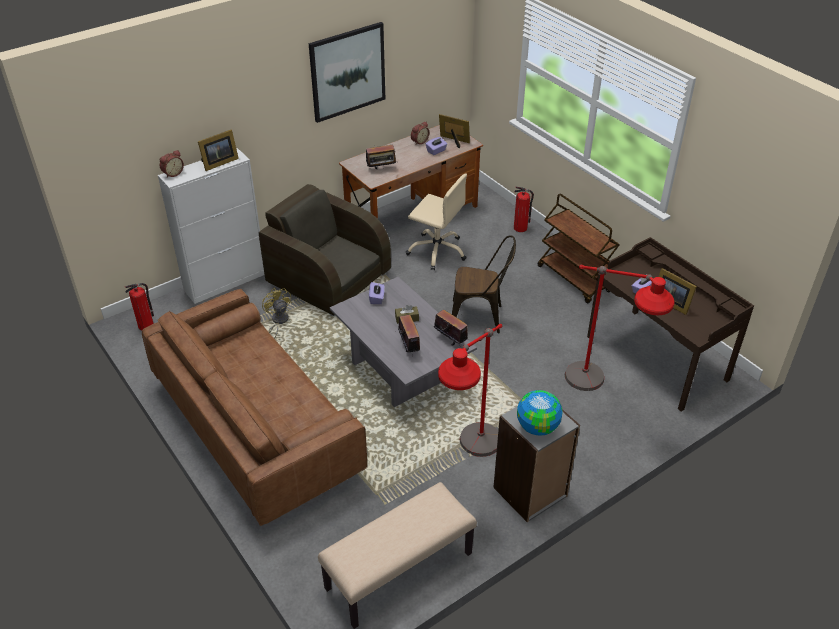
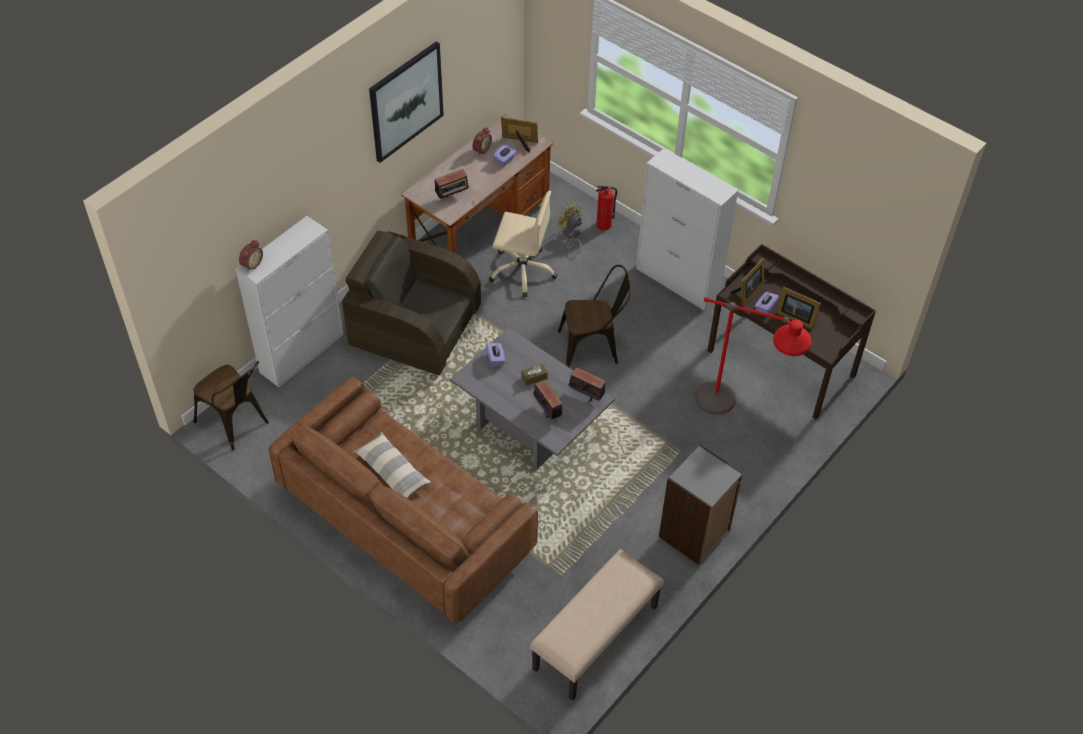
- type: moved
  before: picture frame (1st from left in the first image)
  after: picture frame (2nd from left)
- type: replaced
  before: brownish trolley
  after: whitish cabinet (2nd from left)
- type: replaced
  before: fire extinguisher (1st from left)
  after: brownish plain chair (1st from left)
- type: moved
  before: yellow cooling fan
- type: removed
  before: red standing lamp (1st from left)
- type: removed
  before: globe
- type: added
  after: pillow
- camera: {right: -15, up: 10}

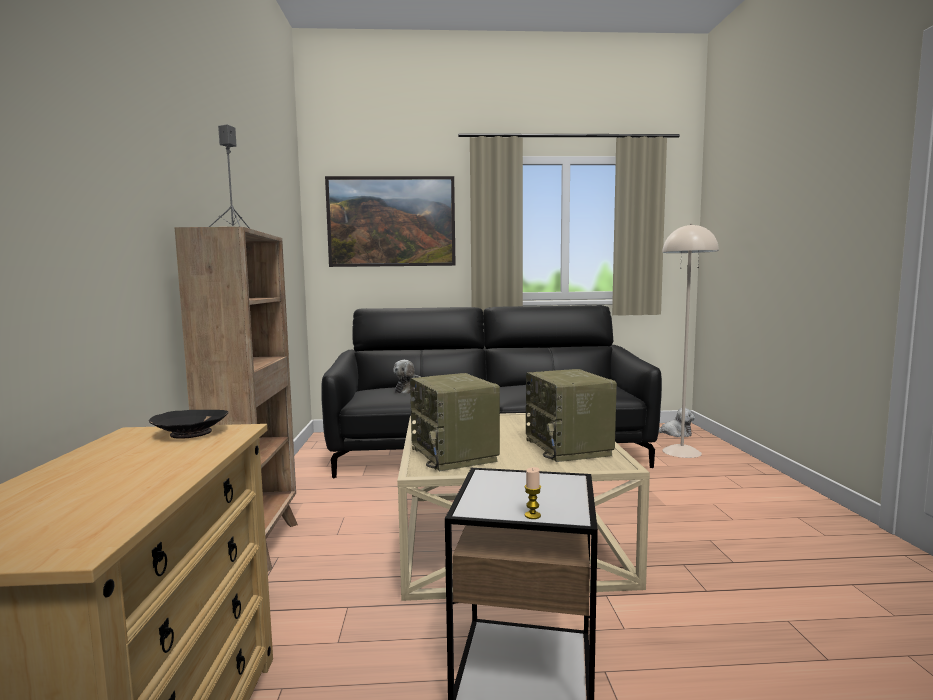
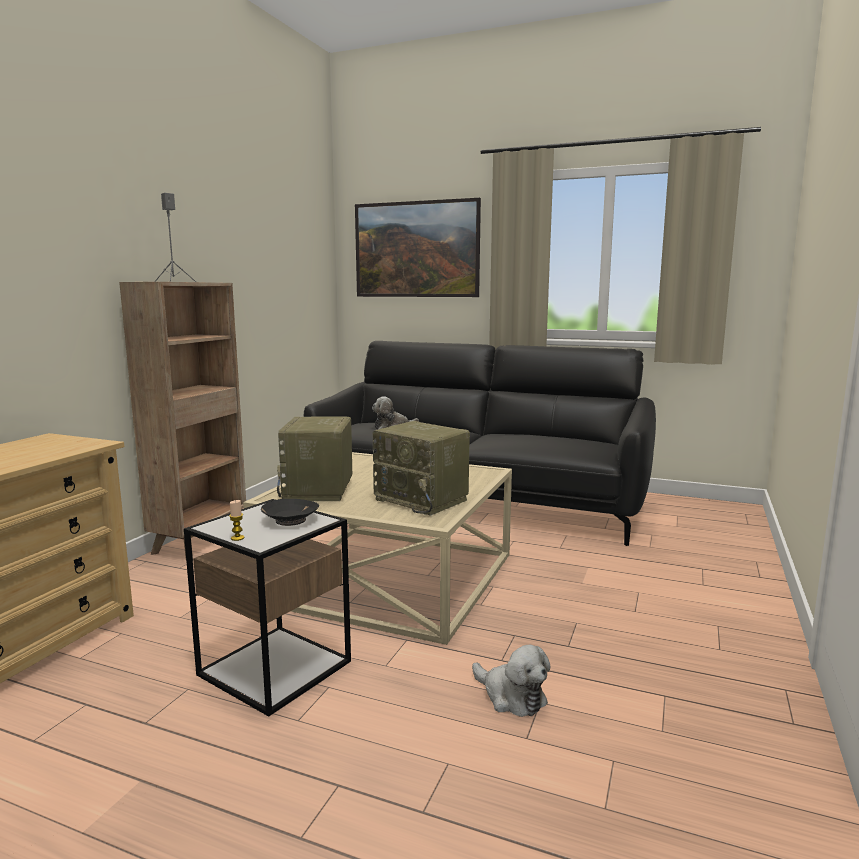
- type: removed
  before: beige-coloured standing lamp
- type: turned
  before: radio receiver (2nd from left)
  turn: -60
- type: moved
  before: plush toy (2nd from left)
- type: moved
  before: black-coloured deep dish
- camera: {right: 25, up: 5}

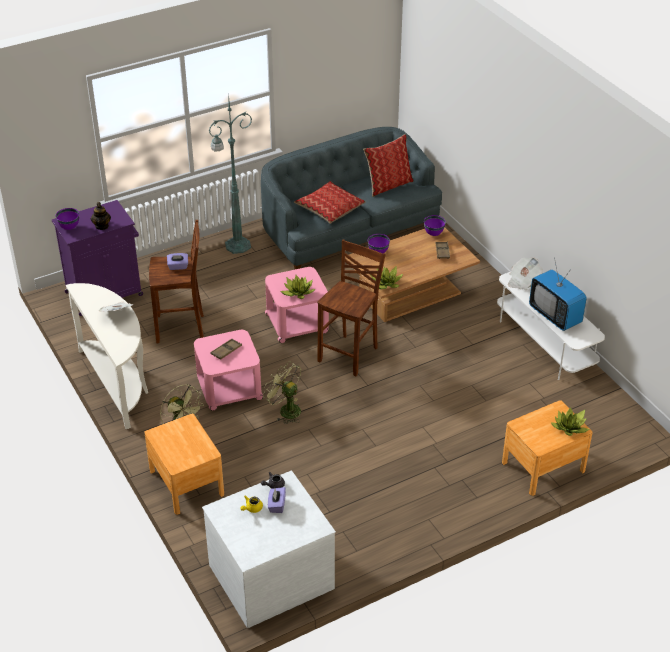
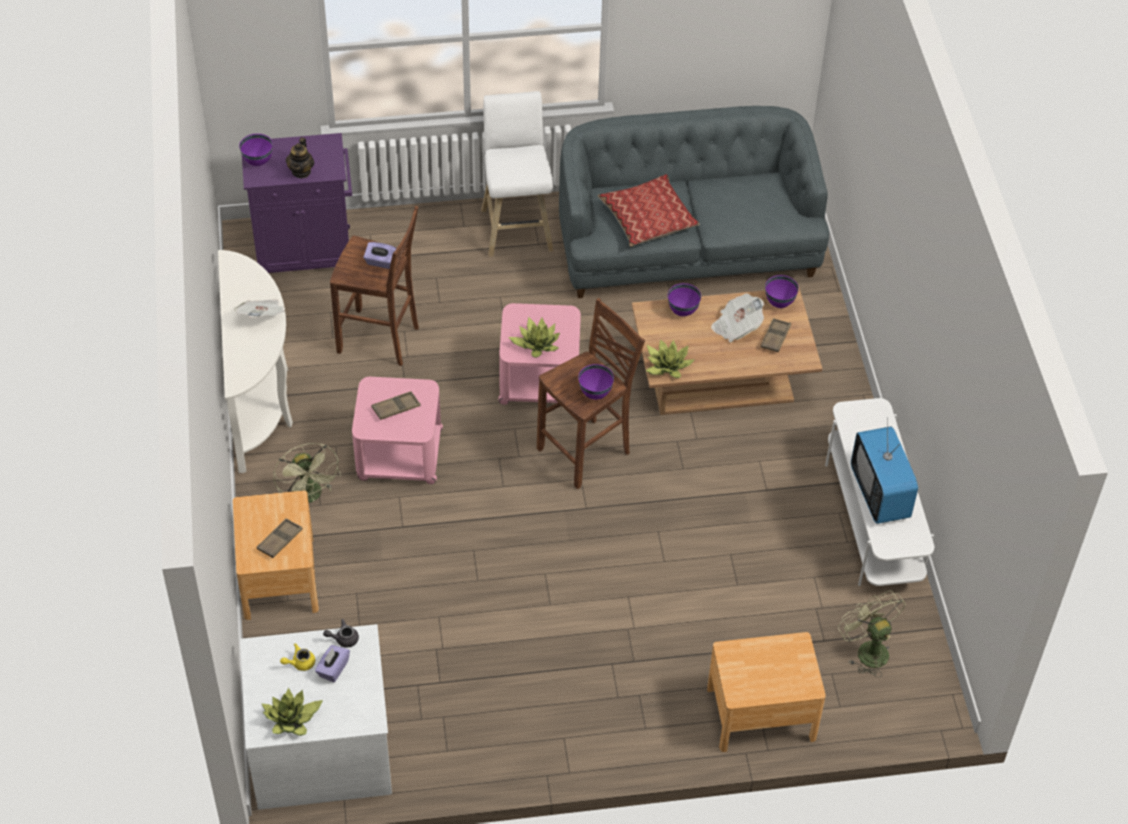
- type: replaced
  before: green-coloured standing lamp
  after: whitish sitting stool
- type: removed
  before: pillow (2nd from left)
- type: moved
  before: daily paper (2nd from left)
- type: moved
  before: green-coloured cooling fan (2nd from left)
- type: moved
  before: plant in a pot (3rd from left in the first image)
  after: plant in a pot (1st from left)
- type: added
  after: purple-coloured deep dish (2nd from left)
- type: added
  after: brownish serving tray (1st from left)
- camera: {right: 20, up: 10}

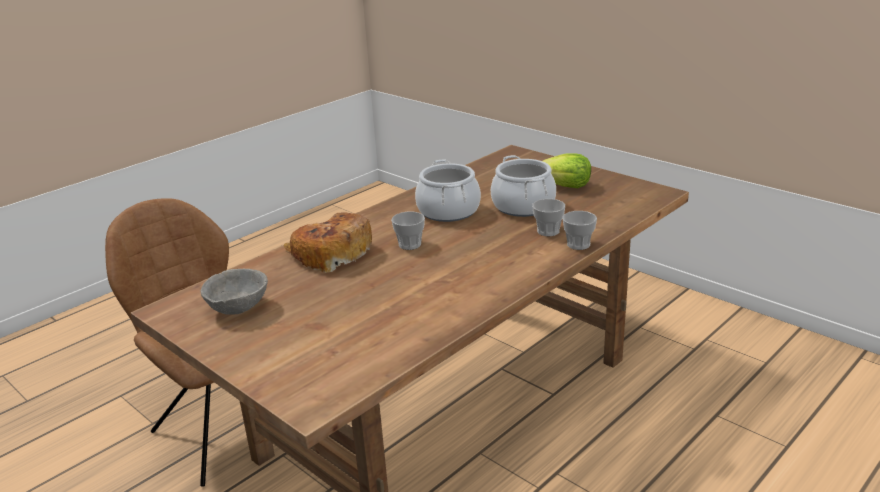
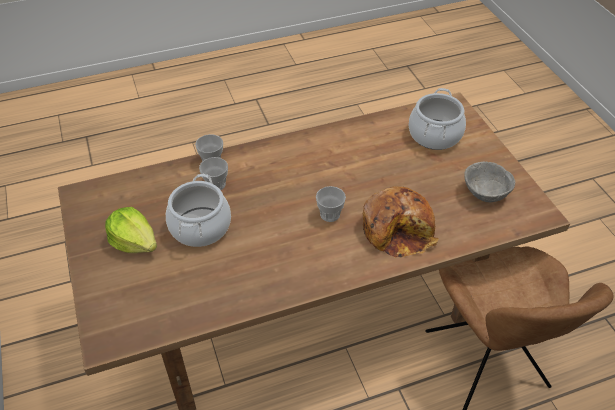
- type: moved
  before: stockpot (1st from left in the first image)
  after: stockpot (2nd from left)
- camera: {right: -155, up: 20}

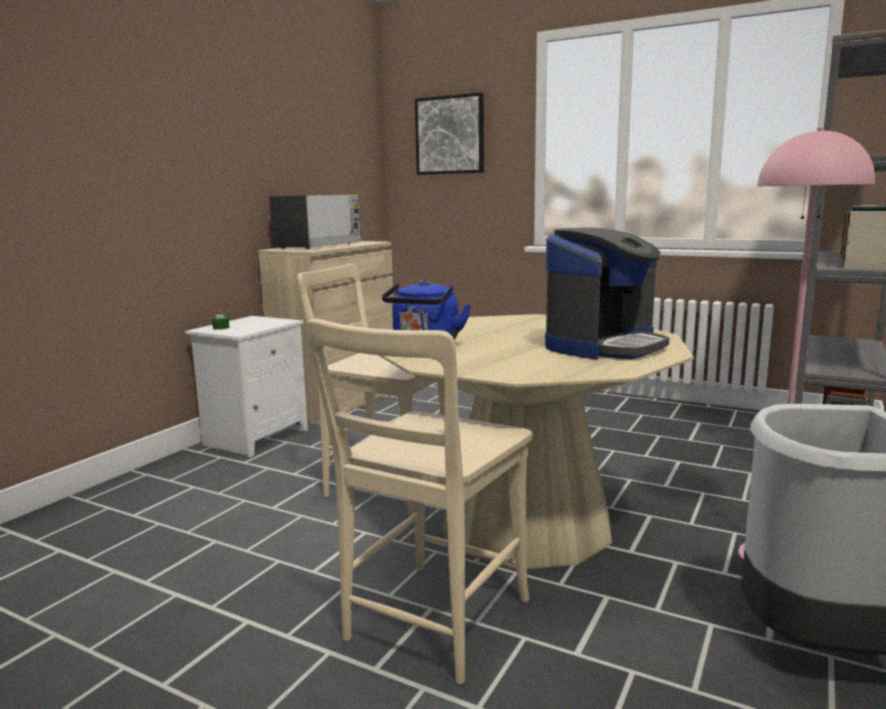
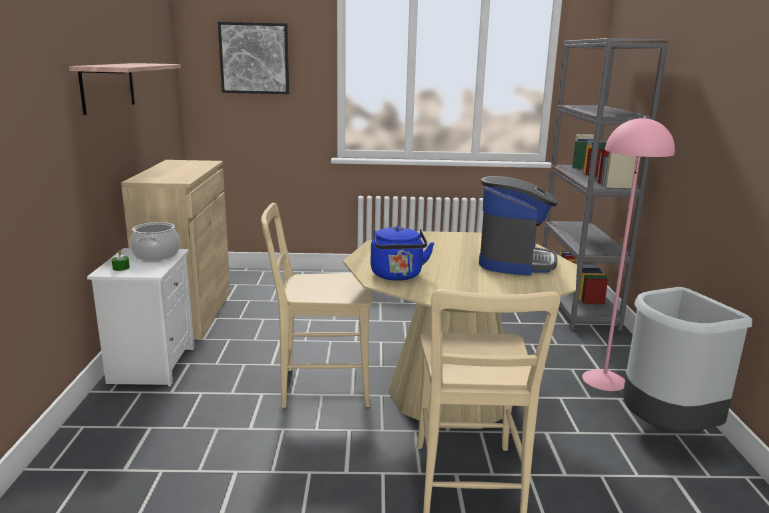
- type: removed
  before: microwave oven
- type: added
  after: wall shelf
- type: added
  after: stockpot
- camera: {right: -30, up: 5}

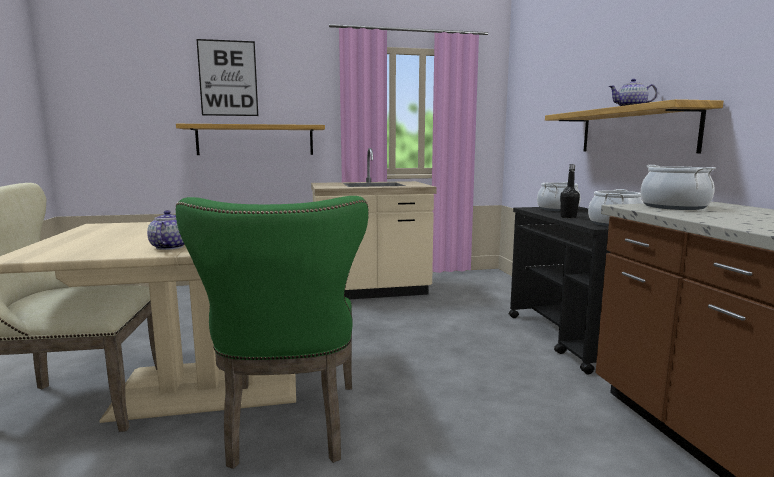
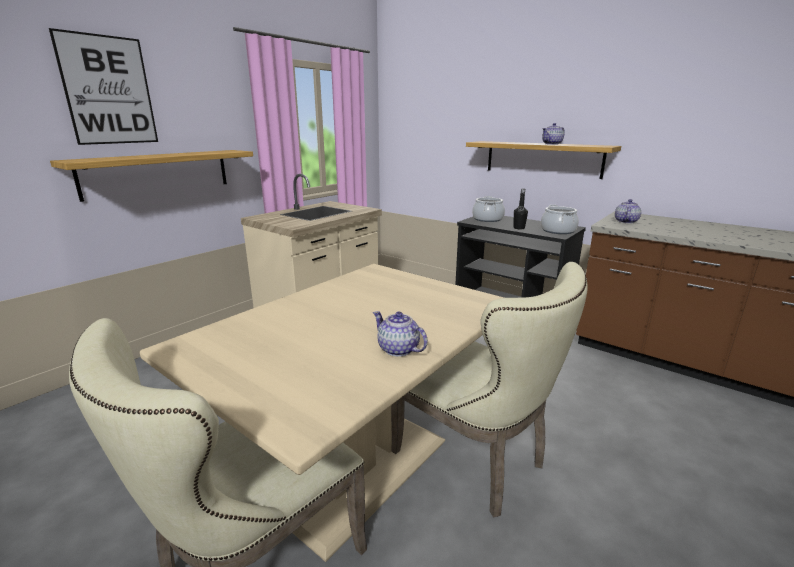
- type: replaced
  before: stockpot (3rd from left)
  after: pot for tea (3rd from left)
- type: recoloured
  before: green-coloured plain chair
  after: beige-coloured plain chair (2nd from left)
- camera: {right: -40, up: 10}

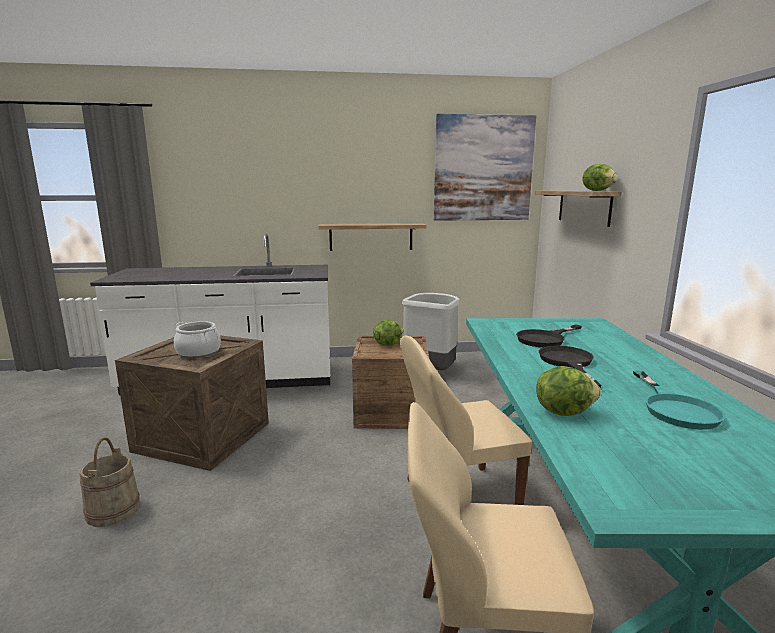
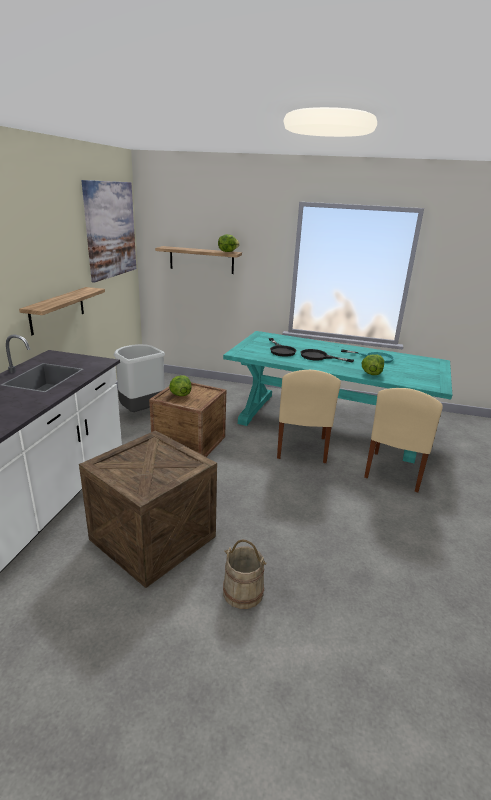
- type: removed
  before: stockpot
- camera: {right: -70, up: 10}

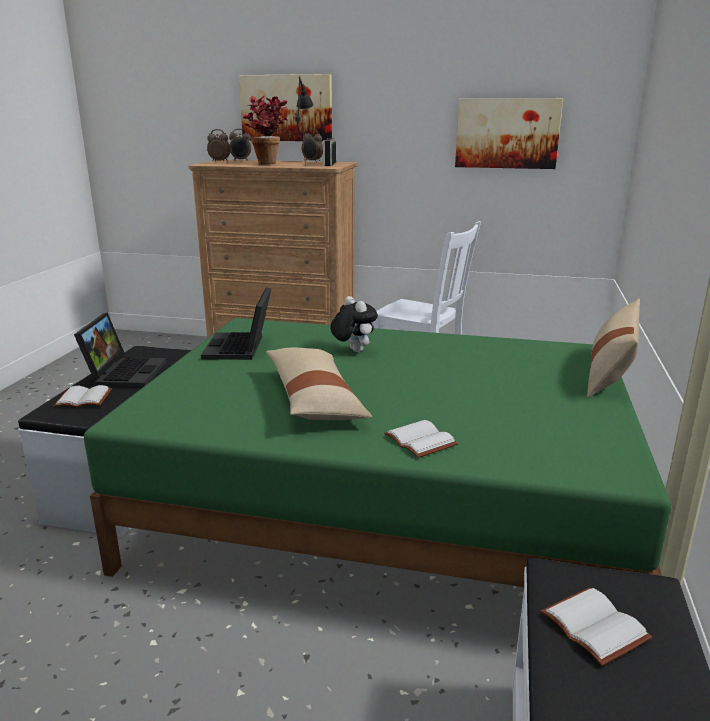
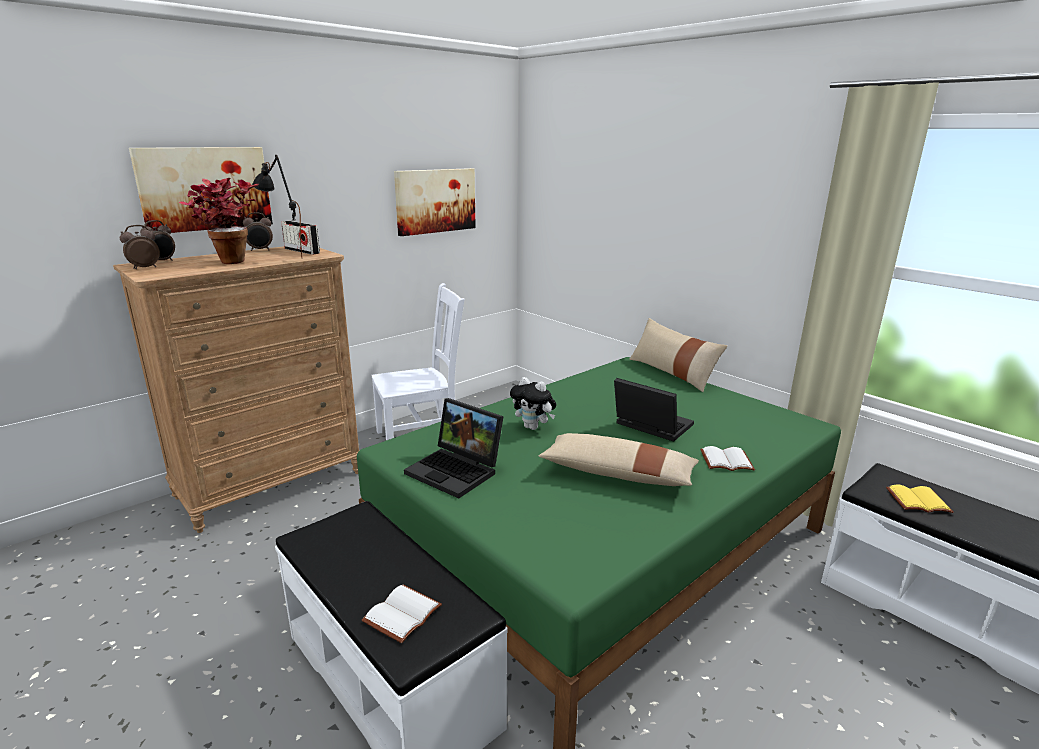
- type: turned
  before: plush toy
  turn: -150
- type: moved
  before: portable computer (1st from left in the first image)
  after: portable computer (2nd from left)
- type: recoloured
  before: whitish bound book (3rd from left)
  after: yellow bound book
- camera: {right: -55, up: 0}

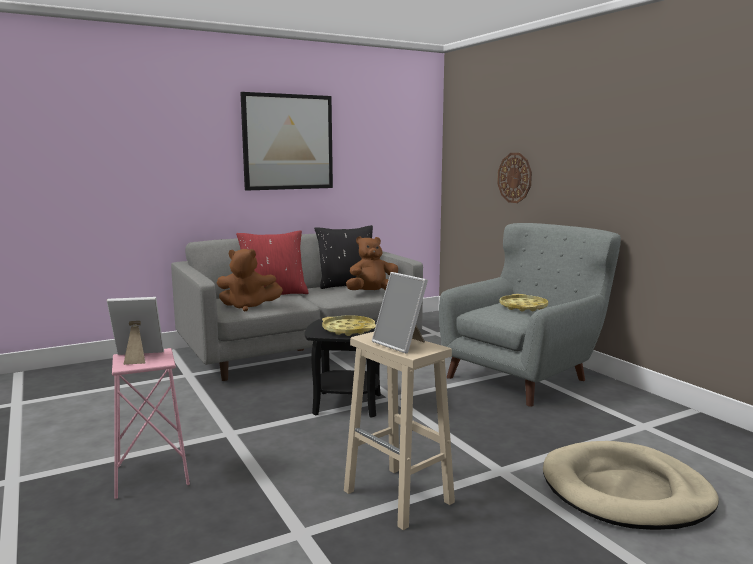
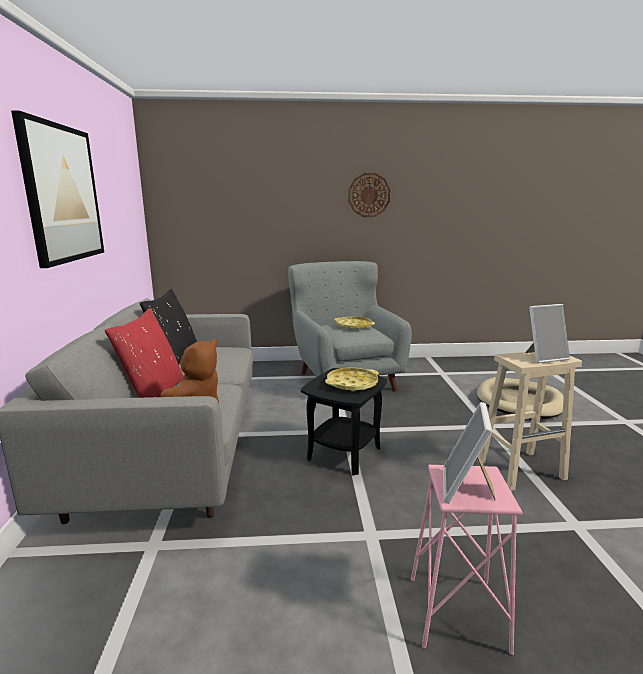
- type: moved
  before: hanging clock
- type: removed
  before: brownish plush toy (2nd from left)
- camera: {right: -65, up: 5}

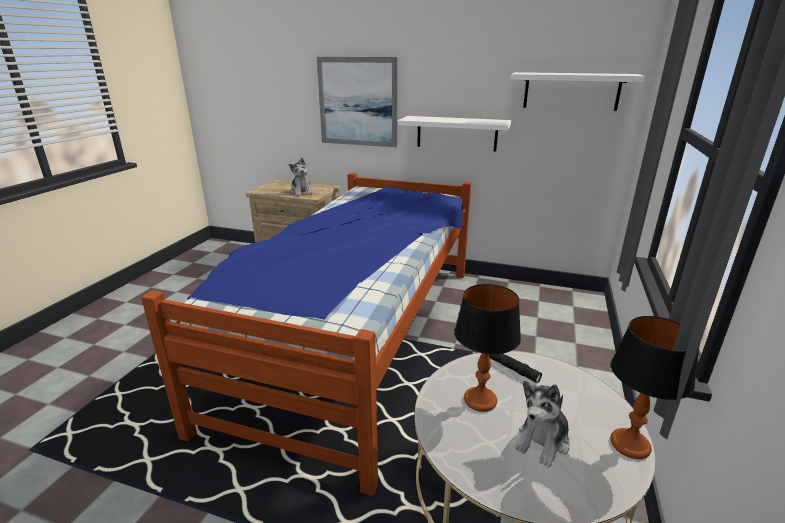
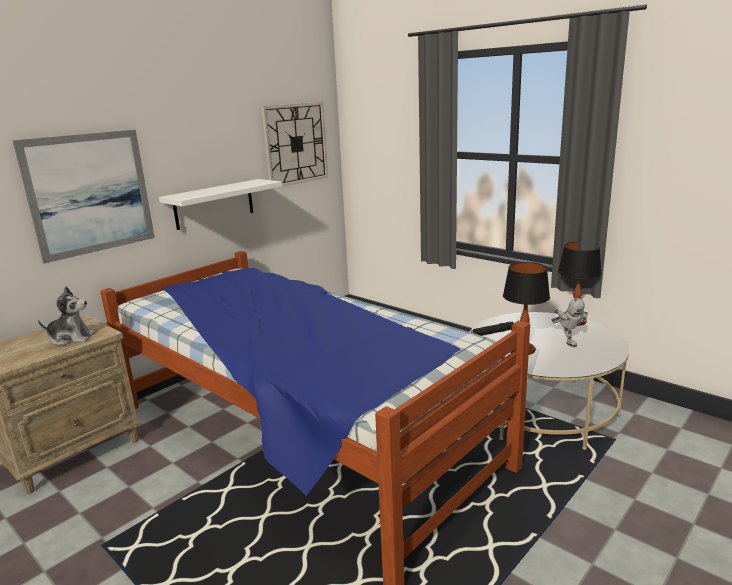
- type: replaced
  before: whitish wall shelf (2nd from left)
  after: hanging clock
- type: replaced
  before: plush toy (2nd from left)
  after: robot figure
- camera: {right: -65, up: -5}

